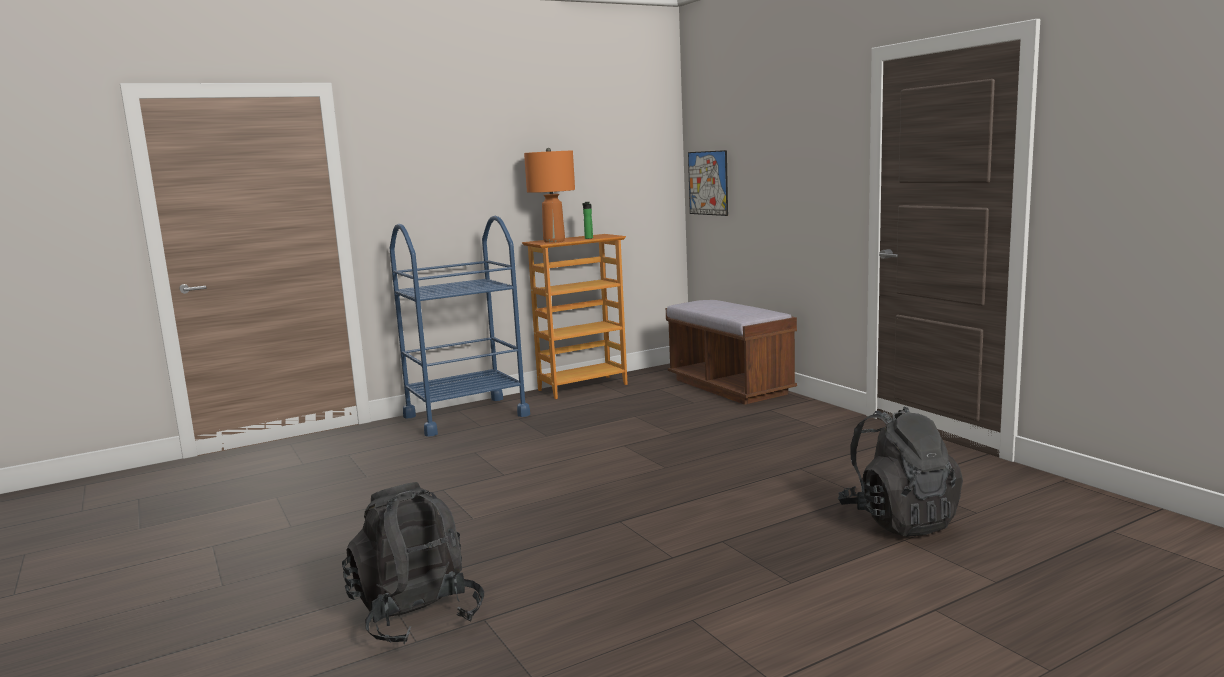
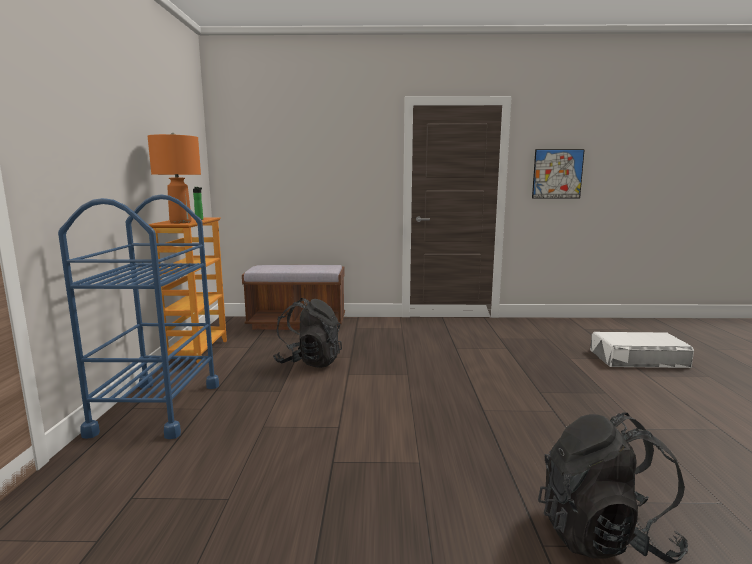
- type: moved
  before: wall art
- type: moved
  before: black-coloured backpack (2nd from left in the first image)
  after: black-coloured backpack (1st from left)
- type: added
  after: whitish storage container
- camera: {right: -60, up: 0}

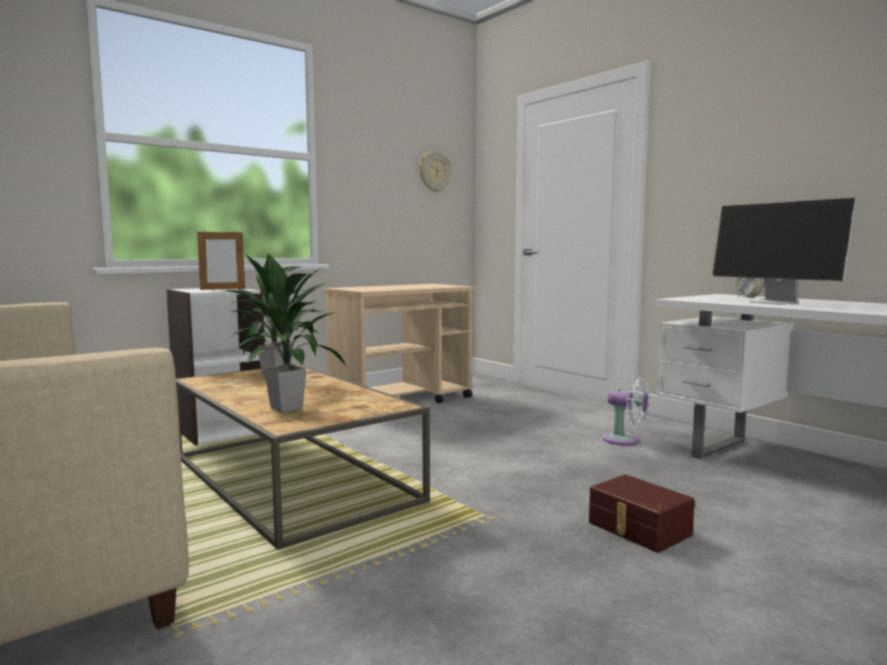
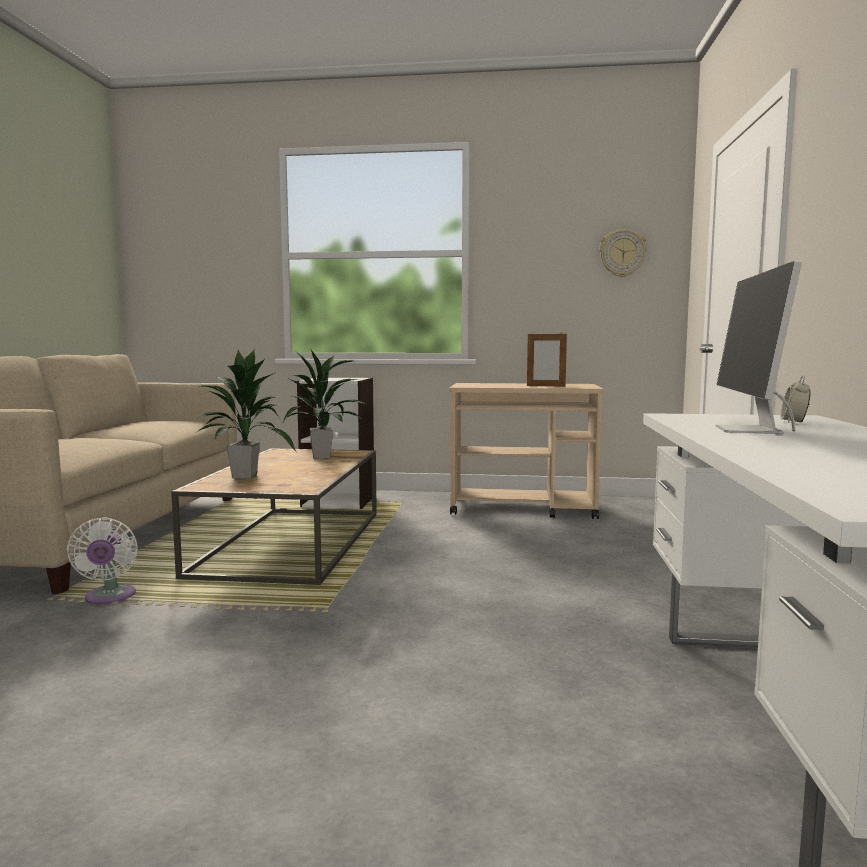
- type: moved
  before: picture frame
- type: moved
  before: whitish cooling fan
- type: removed
  before: brownish storage container
- camera: {right: 45, up: 0}

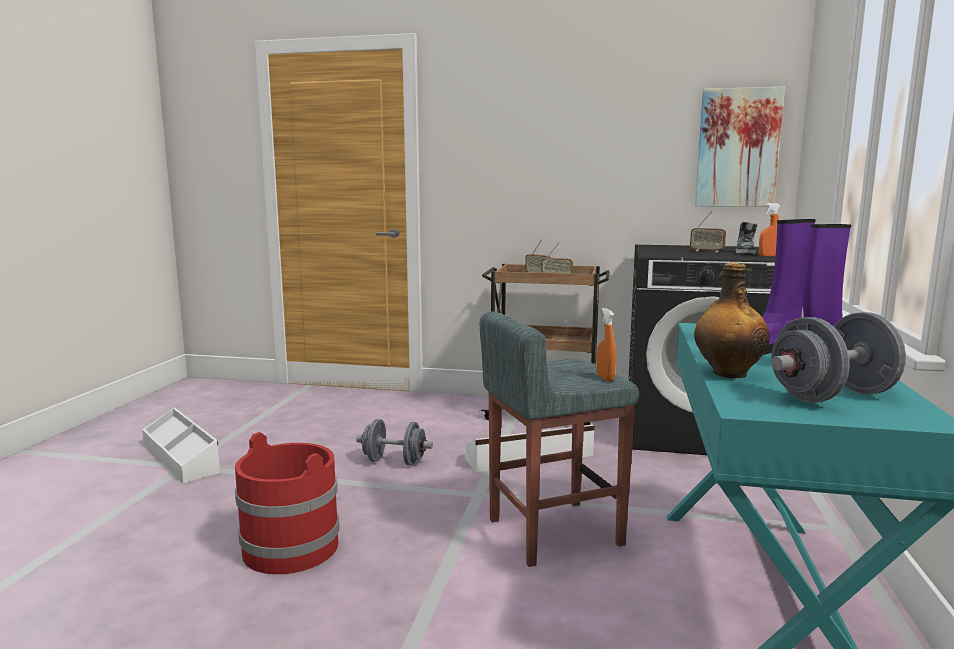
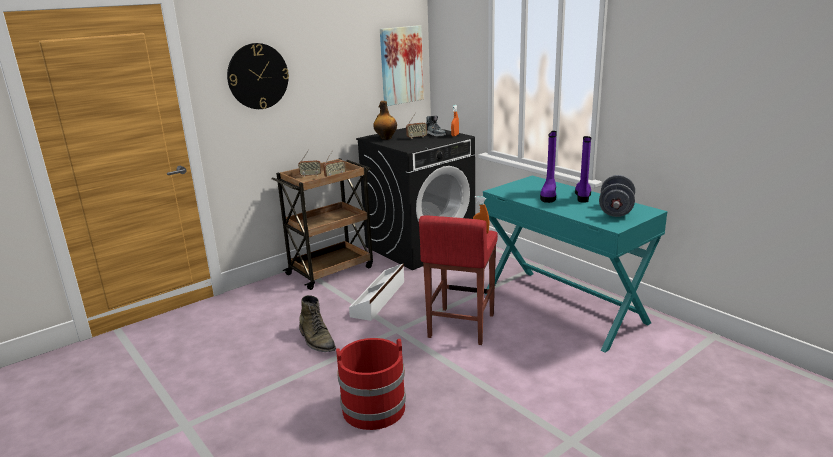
- type: moved
  before: drink bottle
- type: recoloured
  before: gray sitting stool
  after: red sitting stool
- type: removed
  before: whitish storage container (1st from left)
- type: replaced
  before: gray free weight (1st from left)
  after: green-coloured tall boot
- type: added
  after: hanging clock
- camera: {right: -50, up: 10}

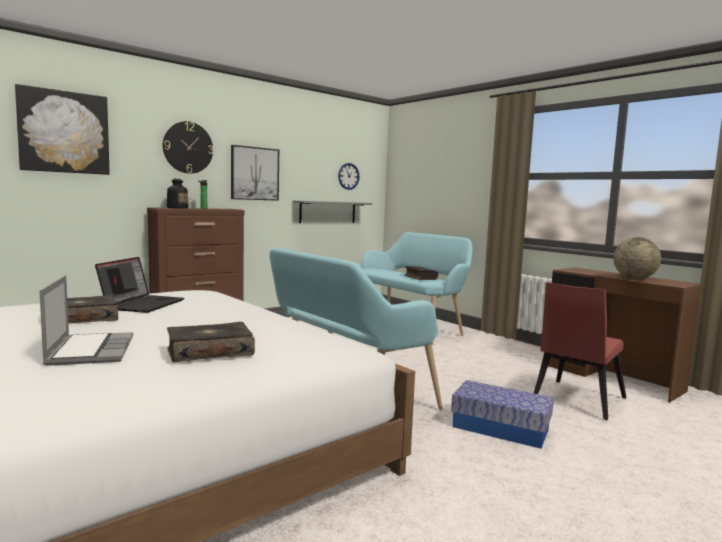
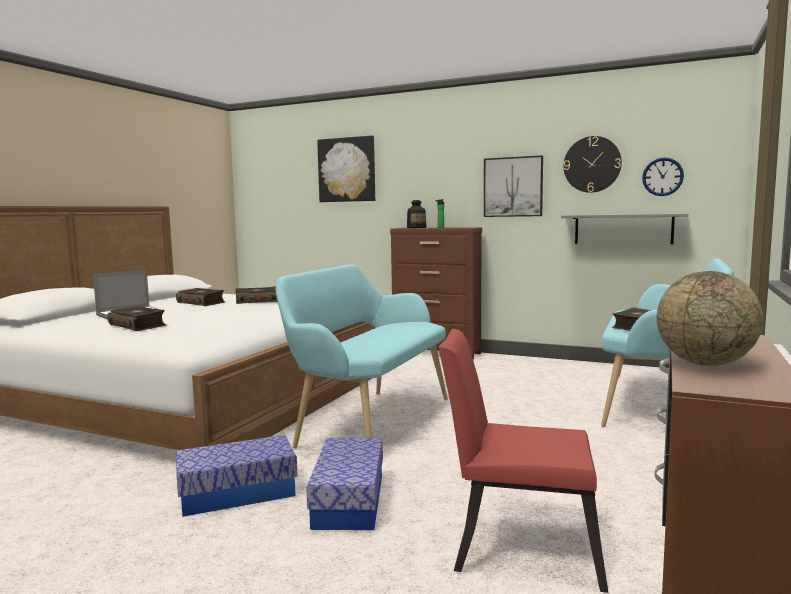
- type: moved
  before: hanging clock (1st from left)
- type: replaced
  before: portable computer (2nd from left)
  after: bound book (3rd from left)
- type: added
  after: storage container (1st from left)
- camera: {right: 65, up: 0}

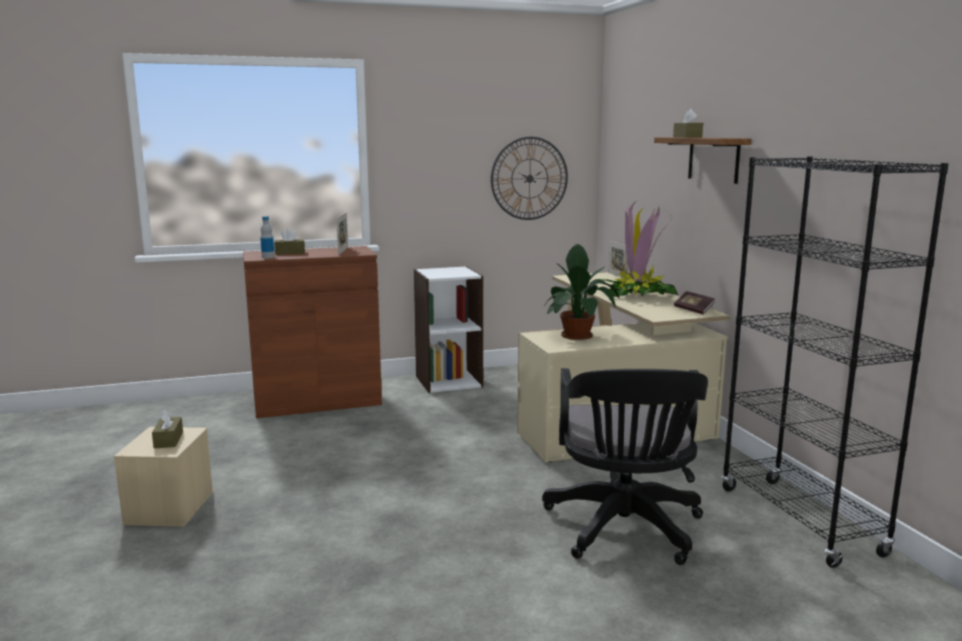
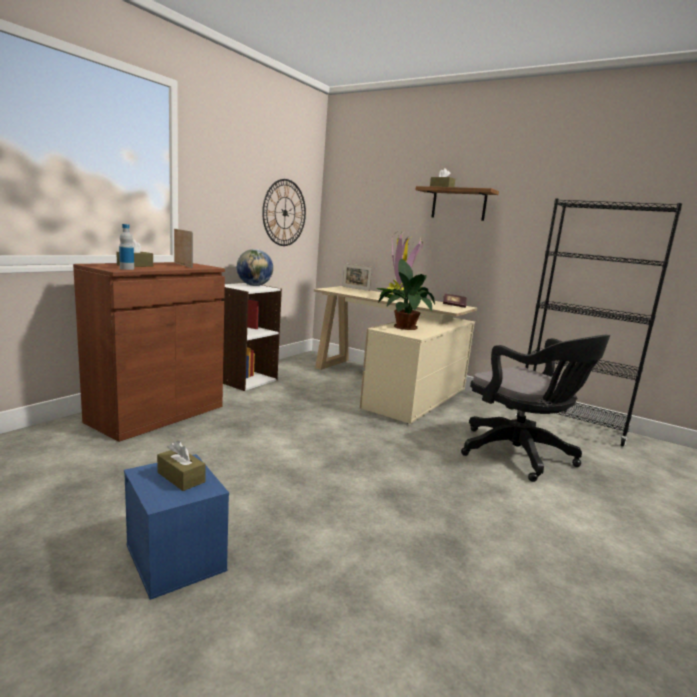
- type: recoloured
  before: beige-coloured storage container
  after: blue-coloured storage container
- type: added
  after: globe
- camera: {right: -40, up: 0}

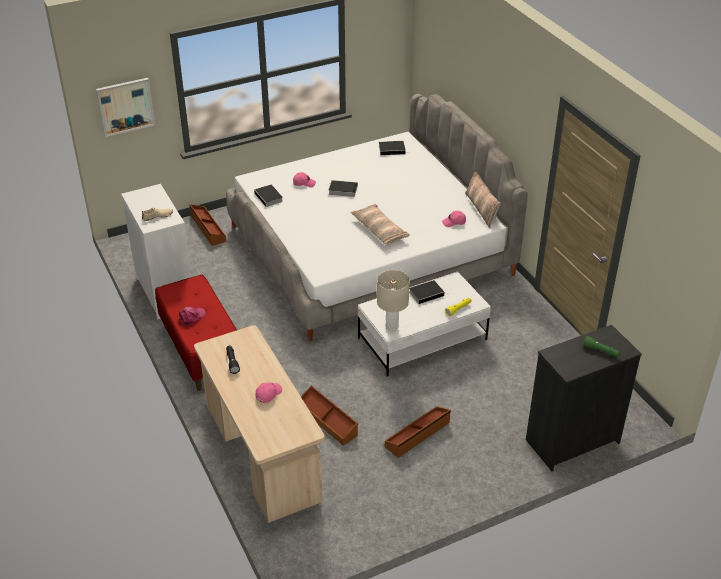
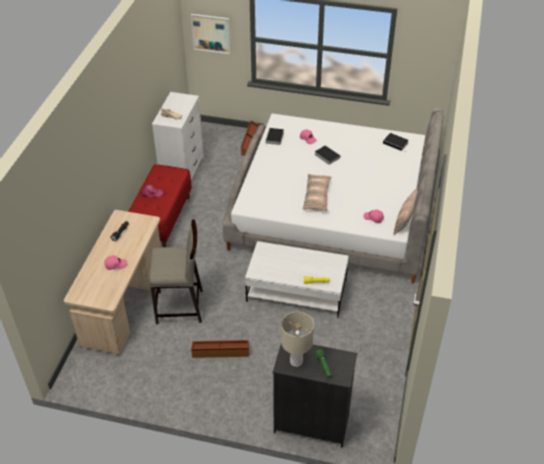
- type: moved
  before: beige-coloured table lamp
- type: removed
  before: bound book (4th from left)
- type: replaced
  before: brownish storage container (2nd from left)
  after: beige-coloured sitting stool
- camera: {right: 40, up: 5}

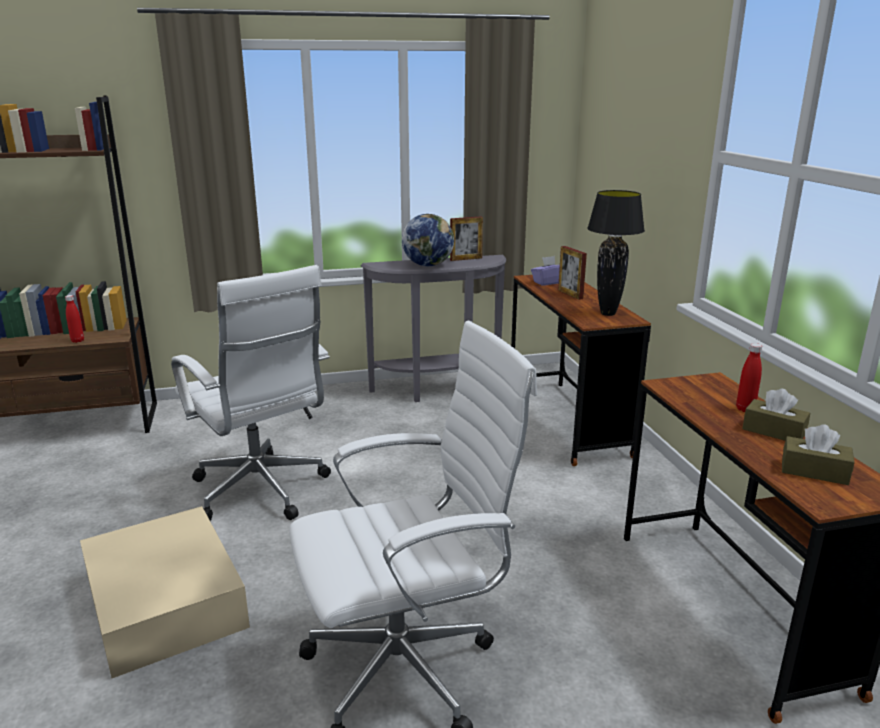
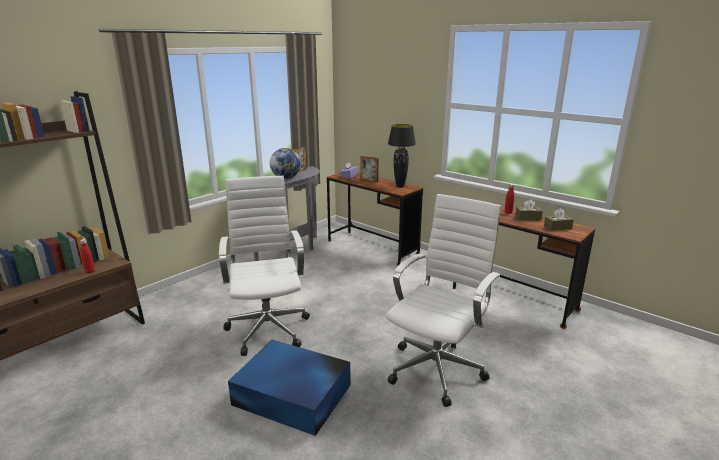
- type: turned
  before: whitish desk chair (1st from left)
  turn: -120
- type: recoloured
  before: beige-coloured storage container
  after: blue-coloured storage container
- camera: {right: -35, up: 0}

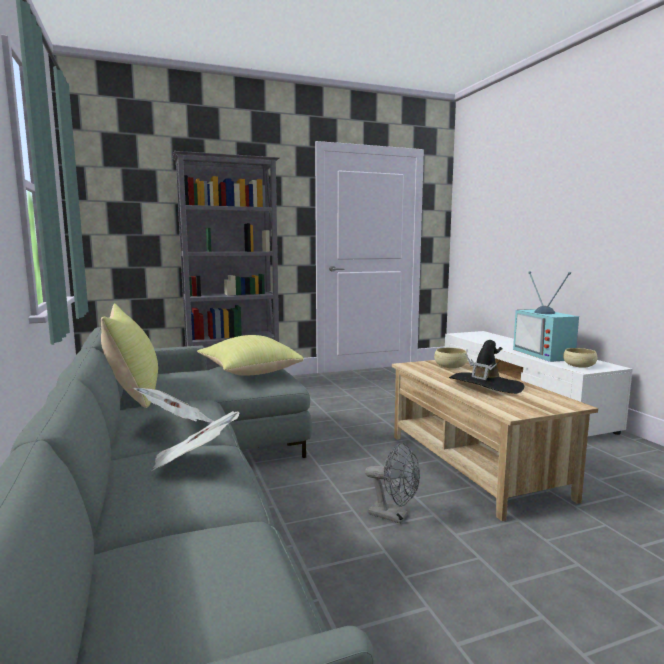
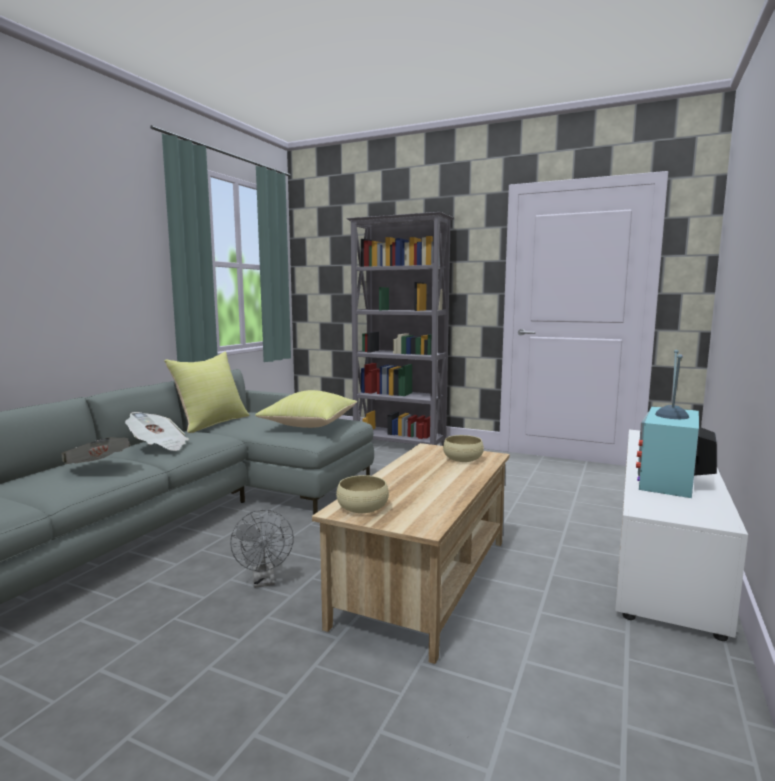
- type: removed
  before: black-coloured wearable hat
- type: moved
  before: beige-coloured deep dish (2nd from left in the first image)
  after: beige-coloured deep dish (1st from left)
- camera: {right: 45, up: 0}

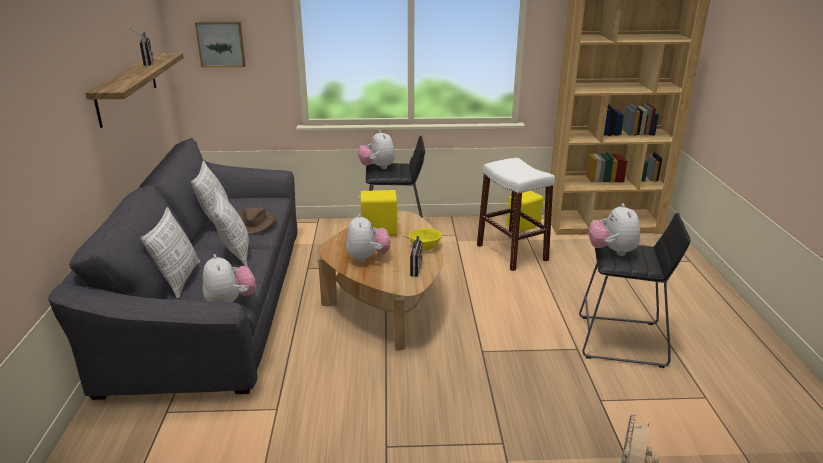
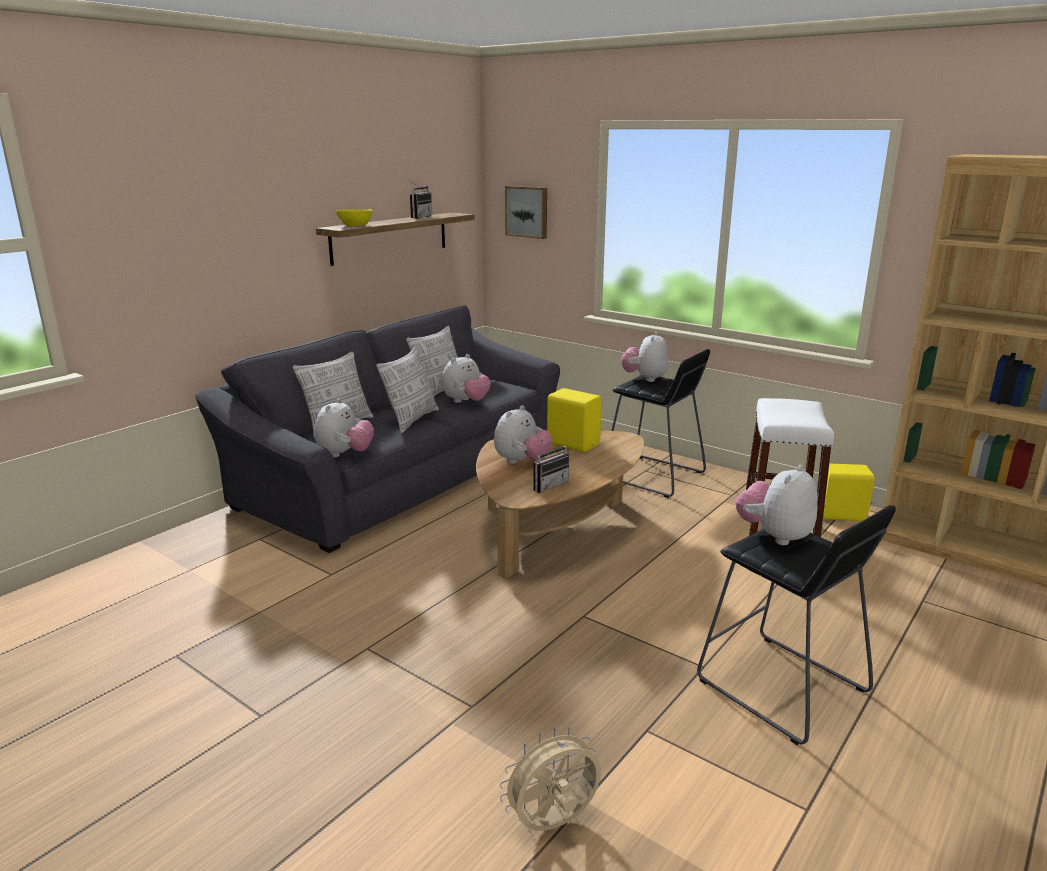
- type: replaced
  before: brownish wearable hat
  after: plush toy (2nd from left)
- type: moved
  before: yellow deep dish
- camera: {right: 40, up: -5}

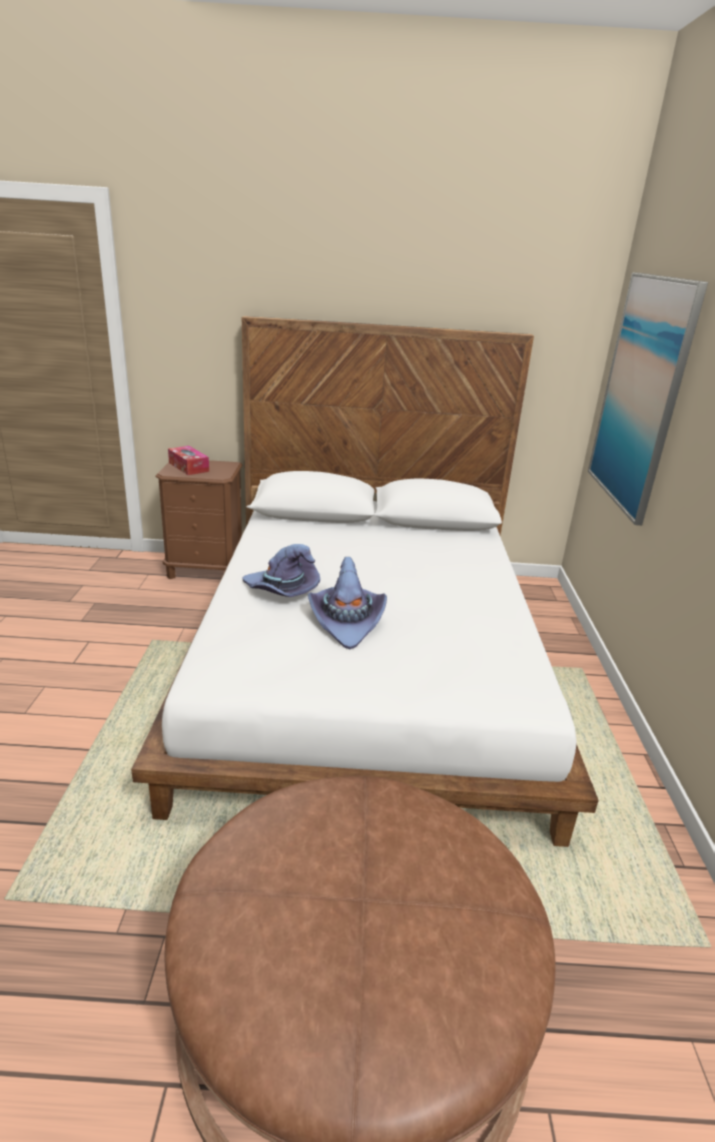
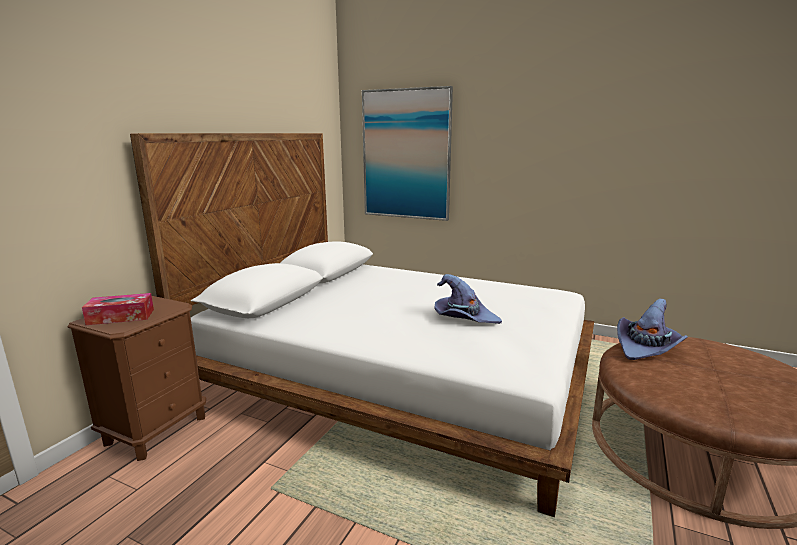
- type: moved
  before: purple-coloured wearable hat (1st from left in the first image)
  after: purple-coloured wearable hat (2nd from left)
- camera: {right: -65, up: -10}

